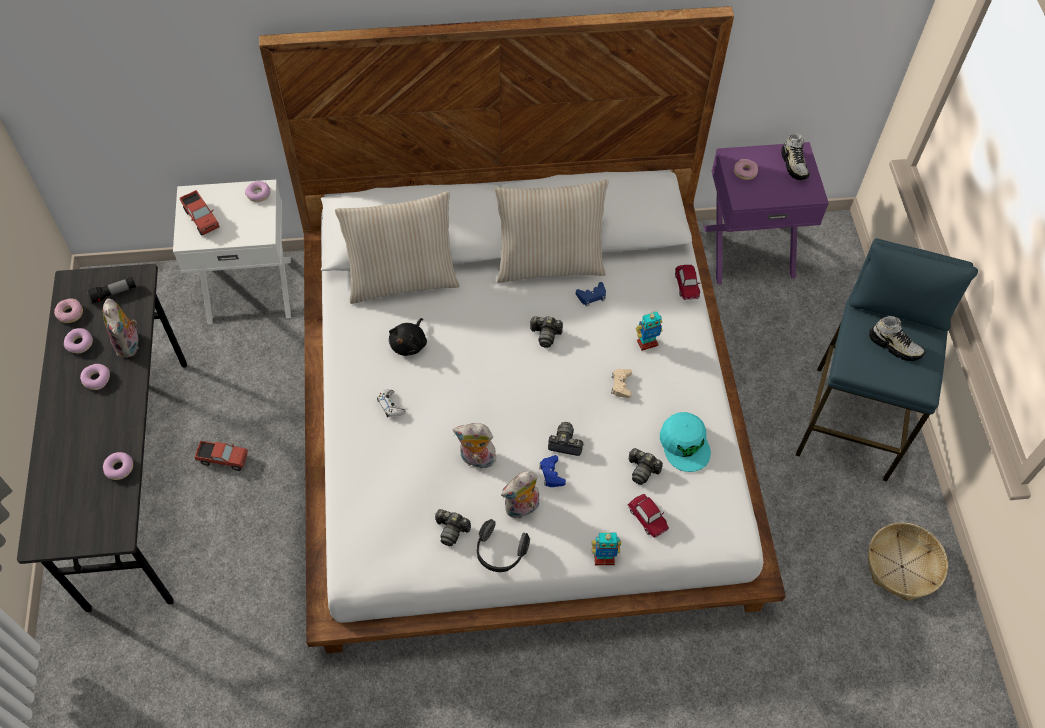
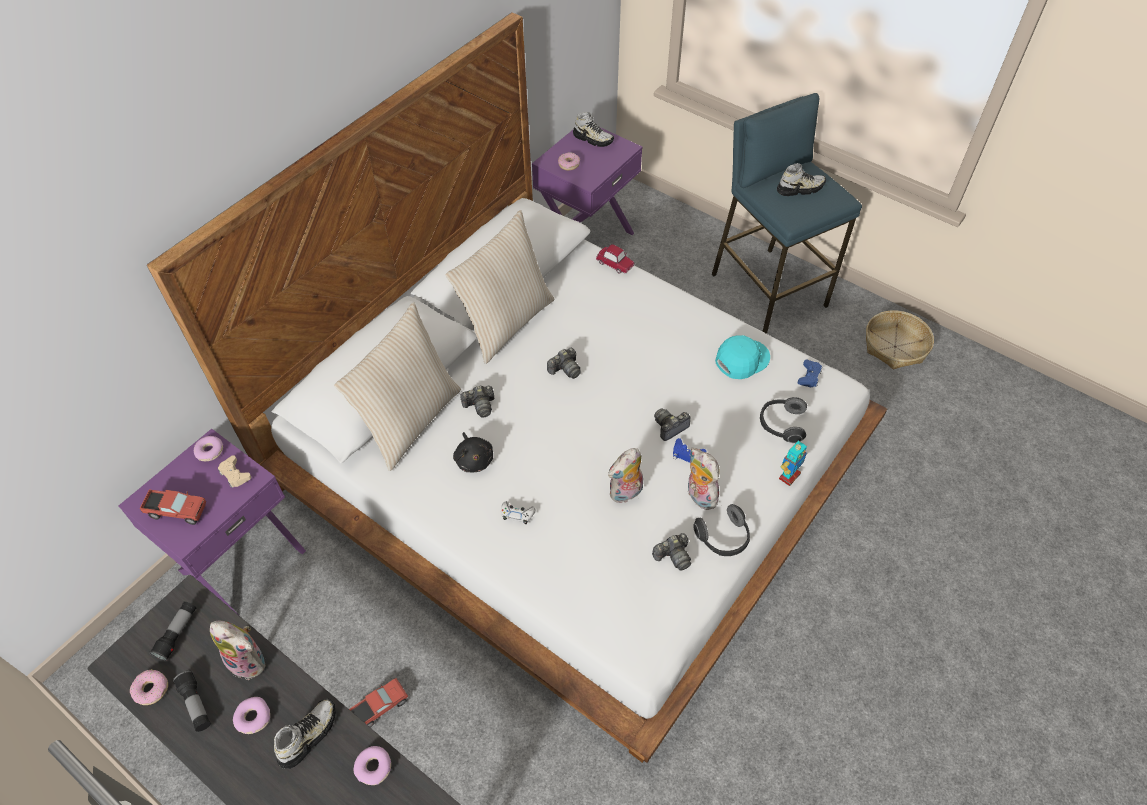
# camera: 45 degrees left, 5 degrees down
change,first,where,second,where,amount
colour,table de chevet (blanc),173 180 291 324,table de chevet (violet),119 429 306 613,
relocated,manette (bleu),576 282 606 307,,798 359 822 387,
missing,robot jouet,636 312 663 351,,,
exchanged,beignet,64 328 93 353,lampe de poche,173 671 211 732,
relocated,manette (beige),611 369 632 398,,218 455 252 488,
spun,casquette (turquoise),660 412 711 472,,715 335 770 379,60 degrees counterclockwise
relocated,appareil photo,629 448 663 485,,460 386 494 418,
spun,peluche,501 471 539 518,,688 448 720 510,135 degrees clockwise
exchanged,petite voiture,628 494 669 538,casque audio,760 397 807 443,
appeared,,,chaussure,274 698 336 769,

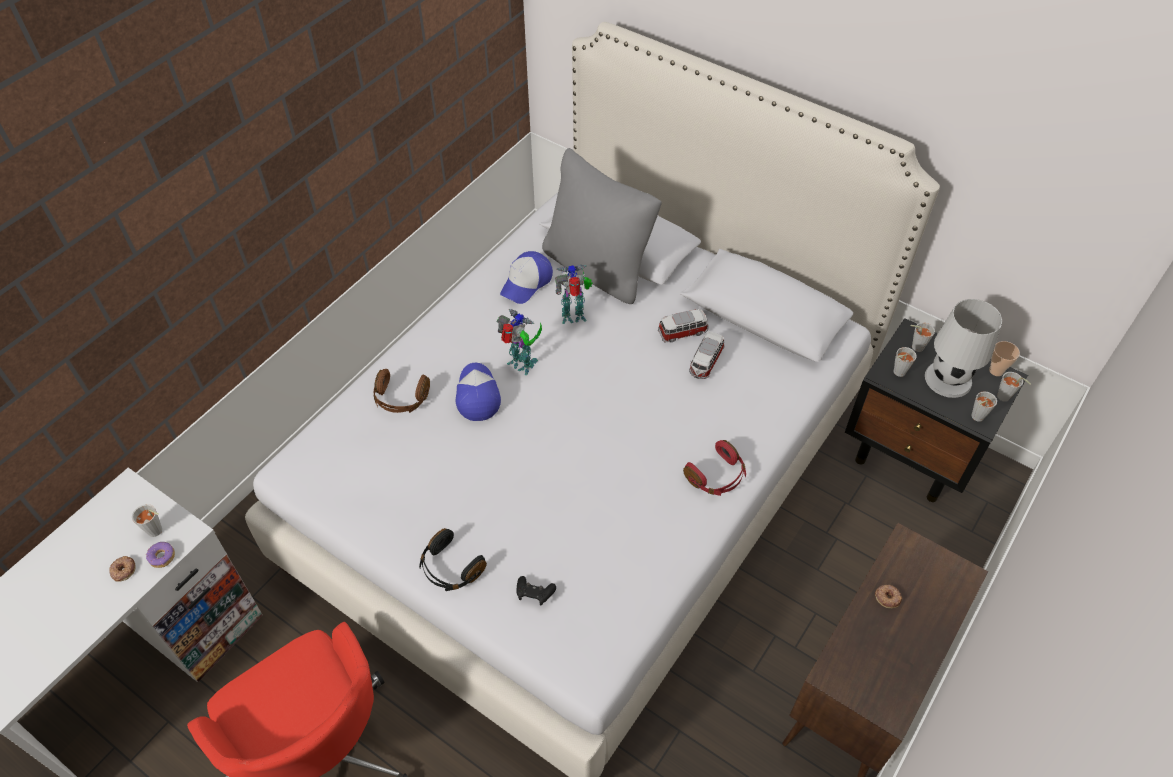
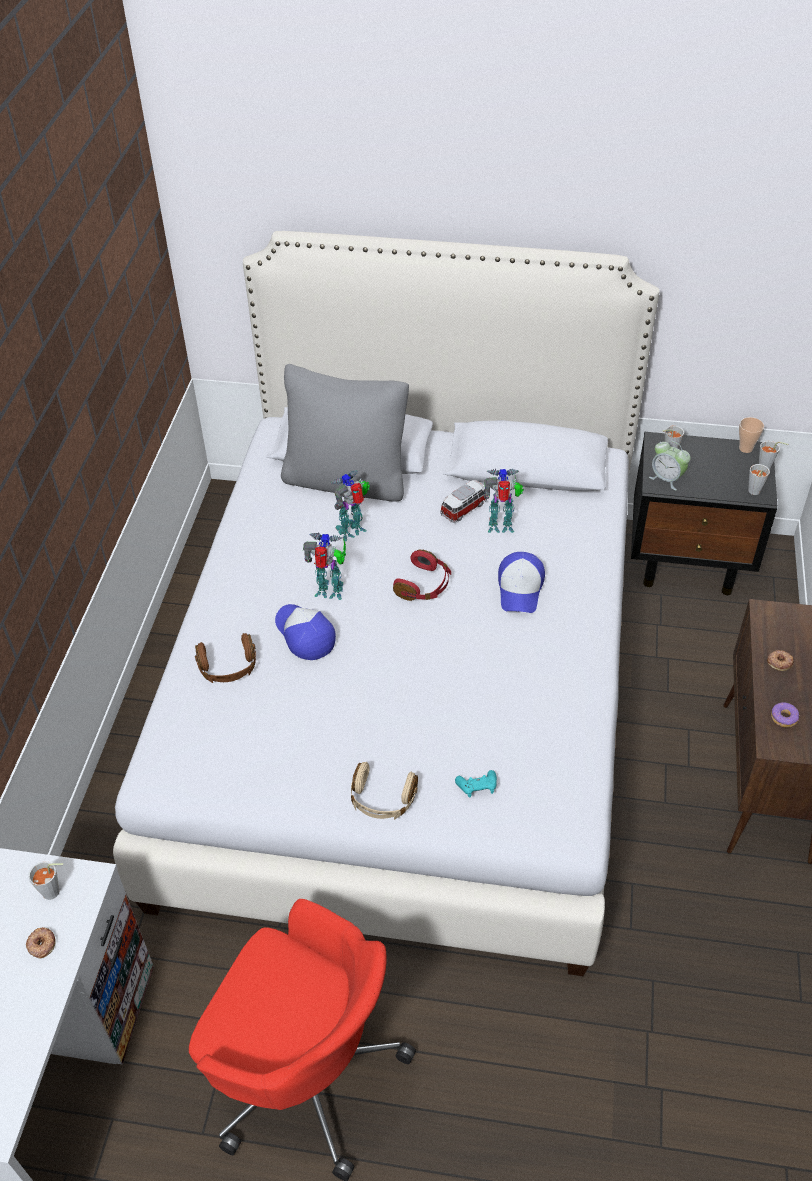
# camera: 25 degrees left, 5 degrees down
change,first,where,second,where,amount
relocated,casquette,500 251 553 304,,498 552 545 613,
missing,lampe de table (blanc),925 299 1002 398,,,
exchanged,petite voiture,689 331 724 379,robot jouet,484 468 524 533,
exchanged,tasse (gris),894 347 917 377,réveil,649 441 691 490,
relocated,casque audio (rouge),683 440 746 496,,393 549 451 601,
colour,casque audio (noir),419 528 487 591,casque audio (beige),351 762 418 820,
relocated,beignet,146 542 175 568,,771 702 799 728,
colour,manette (noir),516 576 556 605,manette (turquoise),455 770 497 798,

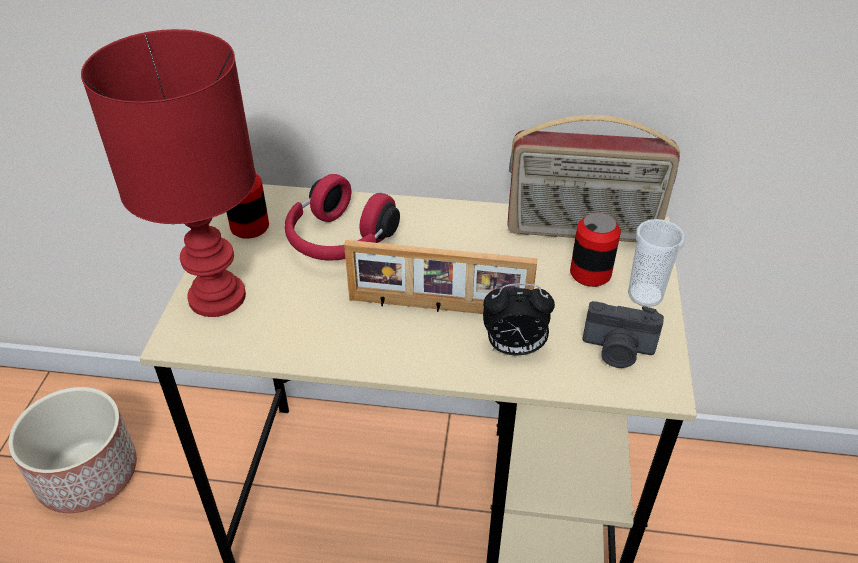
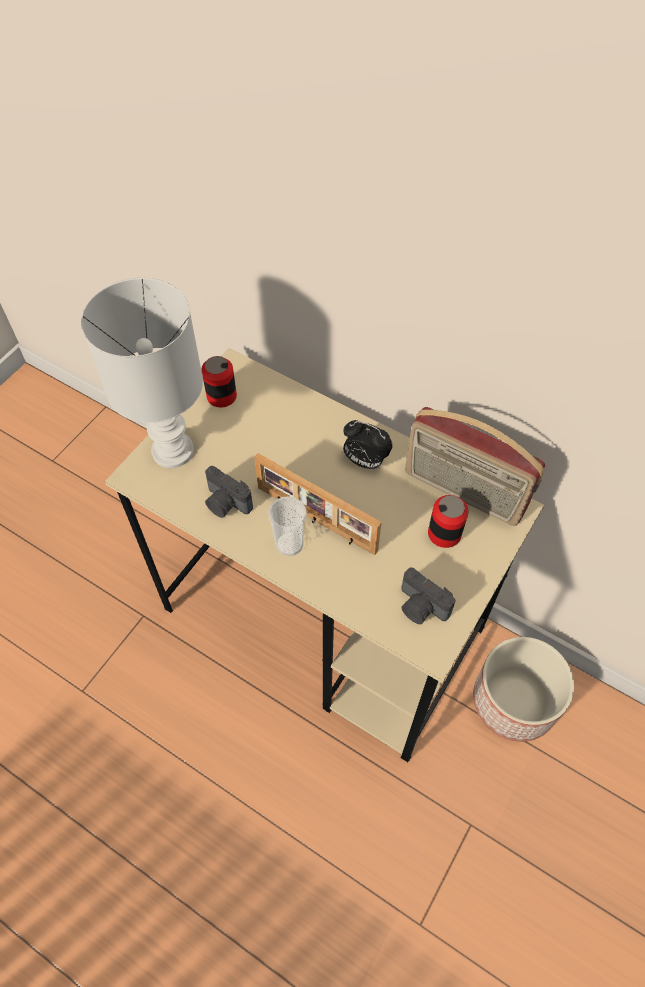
# camera: 25 degrees right, 15 degrees up
change,first,where,second,where,amount
colour,lampe de table (rouge),81 29 256 317,lampe de table (blanc),81 278 203 468,
missing,casque audio (rouge),284 174 400 261,,,
relocated,tasse,628 219 685 307,,268 496 307 556,
relocated,réveil,483 283 555 355,,343 420 393 469,
relocated,cache-pot,8 387 137 513,,473 637 574 742,
appeared,,,appareil photo,205 466 253 518,

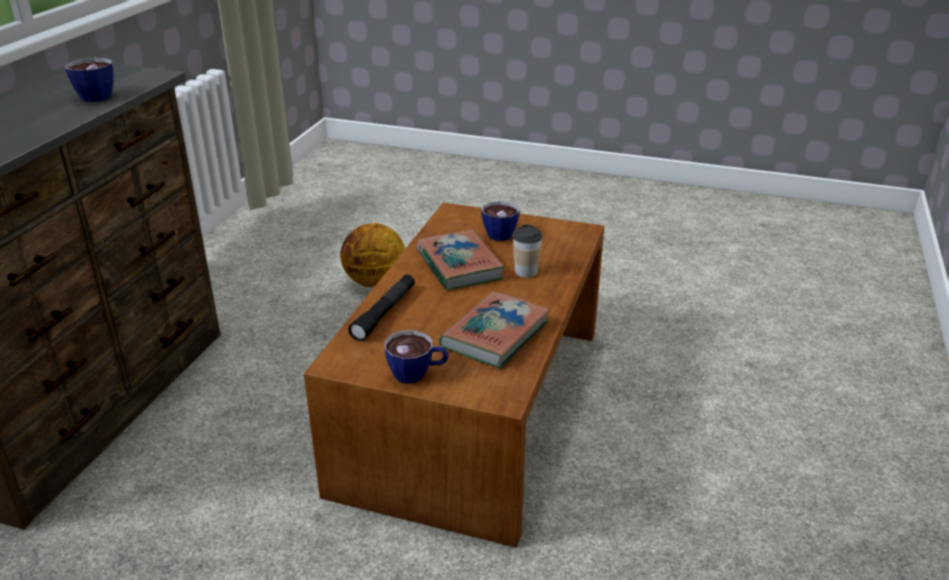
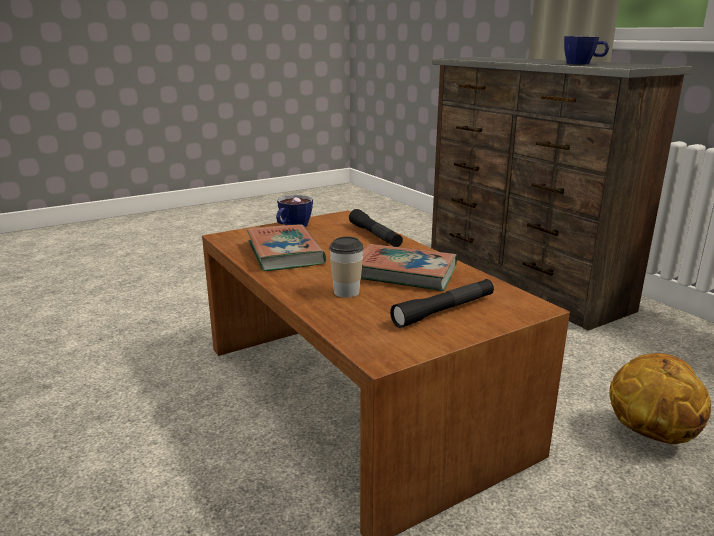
# camera: 130 degrees right, 10 degrees down
change,first,where,second,where,amount
exchanged,tasse,481 201 520 241,lampe de poche (noir),390 279 494 328,

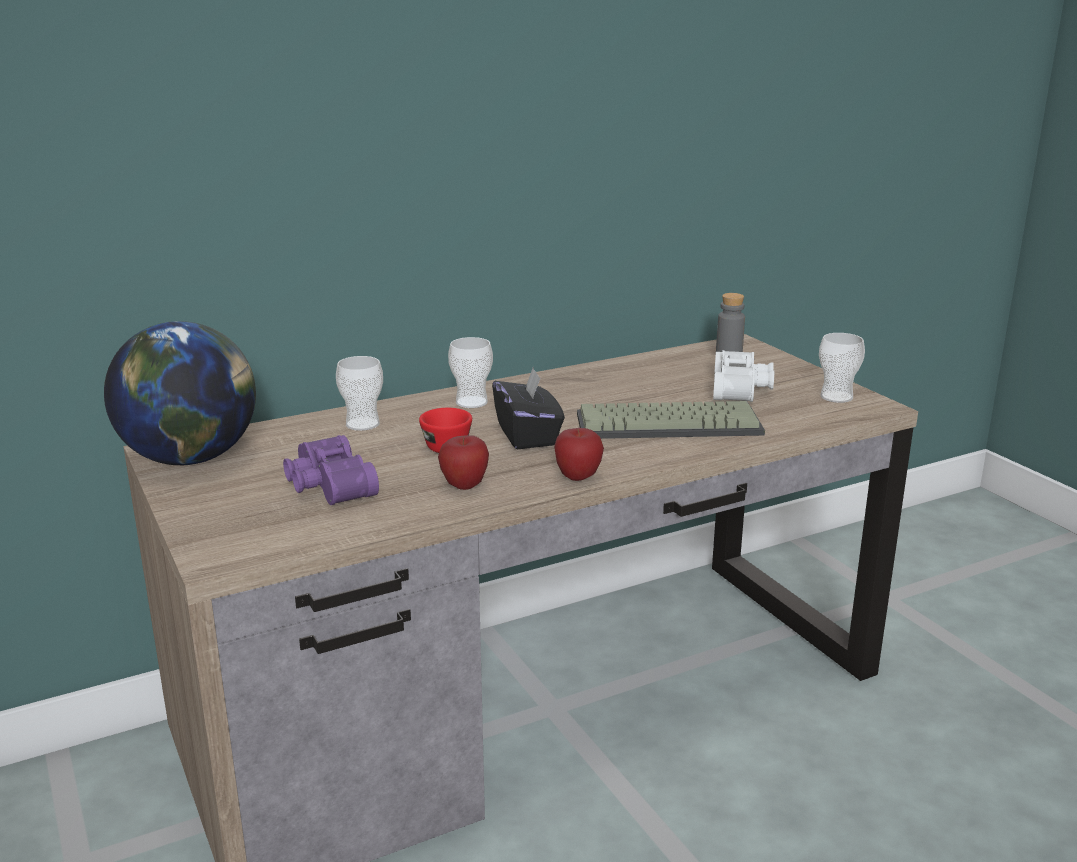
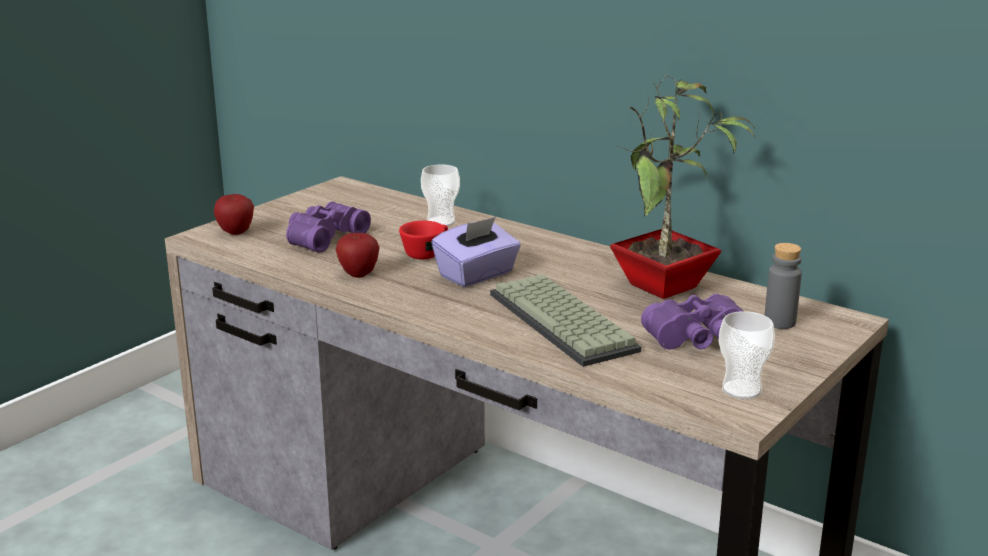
# camera: 65 degrees right, 0 degrees up
change,first,where,second,where,amount
missing,globe,104 321 256 465,,,
missing,tasse,448 337 493 408,,,
colour,jumelles (blanc),713 350 774 402,jumelles (violet),641 294 743 349,
colour,boîte à mouchoirs (noir),492 367 565 449,boîte à mouchoirs (violet),431 217 521 287,
relocated,pomme,554 428 604 481,,214 194 254 235,
appeared,,,plante en pot,610 74 755 299,

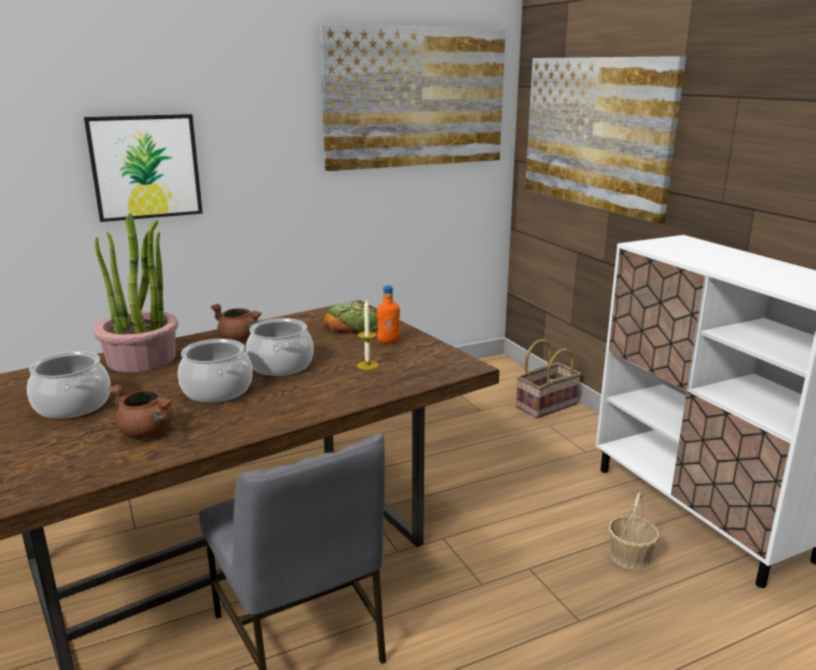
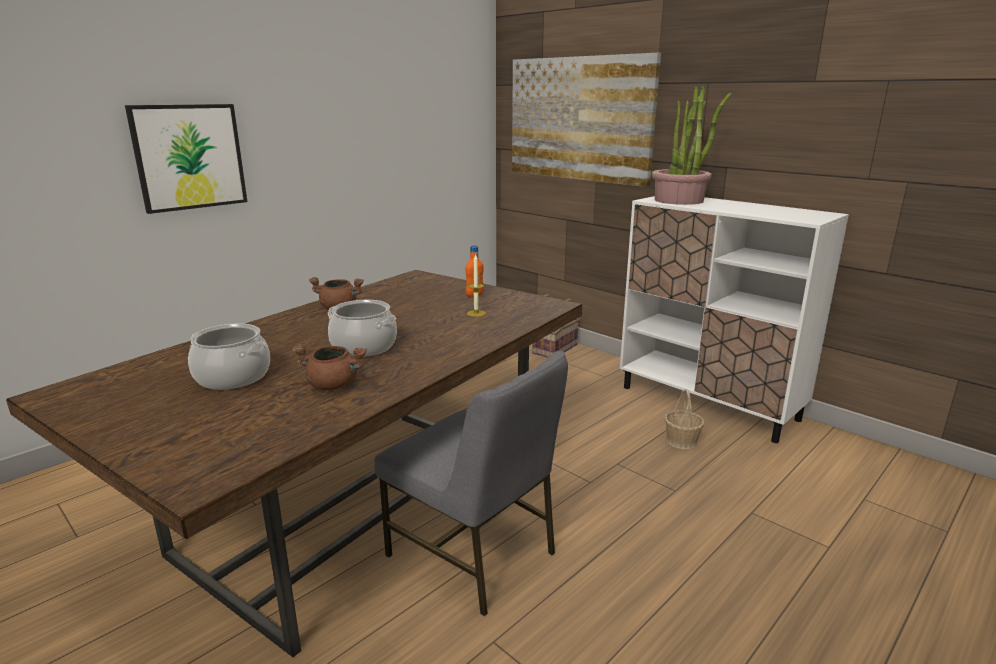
# camera: 20 degrees left, 0 degrees up
change,first,where,second,where,amount
missing,tableau,319 24 506 171,,,
relocated,plante en pot,94 213 178 372,,652 86 732 205,
missing,pain,323 302 378 333,,,
missing,marmite,246 318 314 376,,,

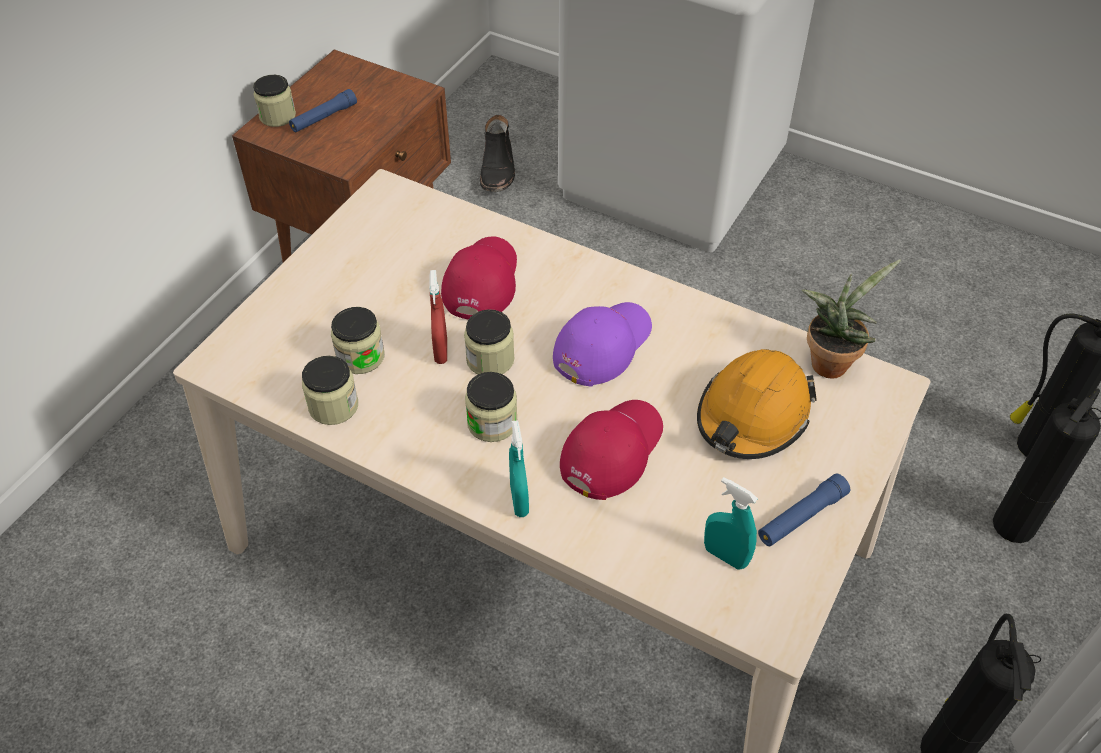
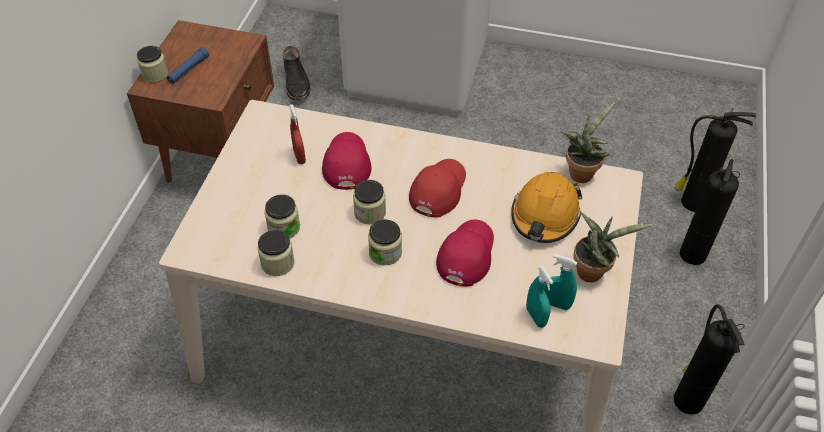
# camera: 15 degrees left, 0 degrees up
change,first,where,second,where,amount
relocated,vaporisateur (rouge),429 270 447 364,,289 104 306 164,
colour,casquette (violet),553 302 652 387,casquette (rouge),409 159 466 217,
relocated,vaporisateur (turquoise),509 420 529 517,,526 265 553 328,
exchanged,lampe de poche (bleu),758 474 850 546,plante en pot,573 213 653 282,

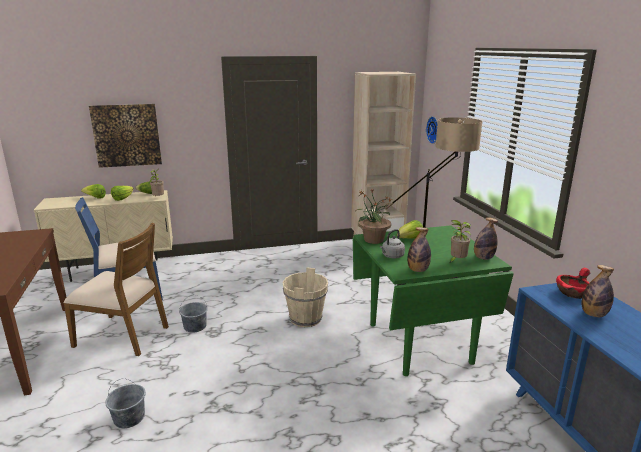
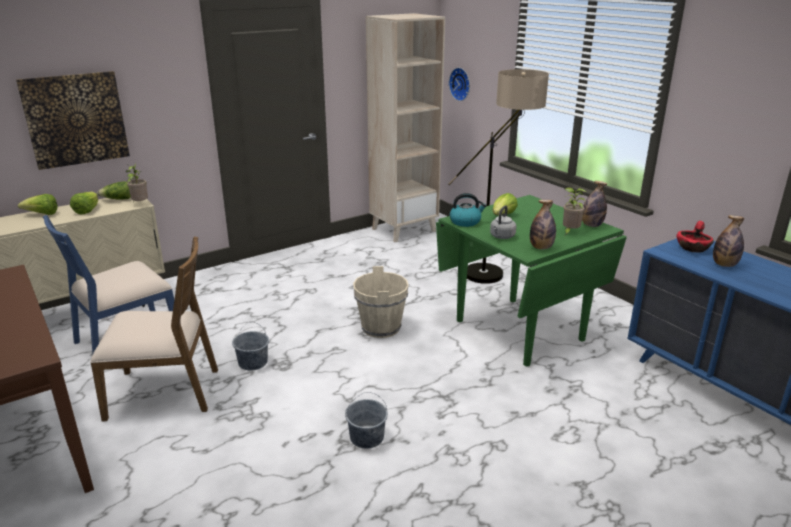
# camera: 20 degrees left, 5 degrees up
change,first,where,second,where,amount
exchanged,plante en pot,357 188 392 244,bouilloire,450 193 487 227,
relocated,seau (gris),105 378 146 428,,345 392 388 449,

